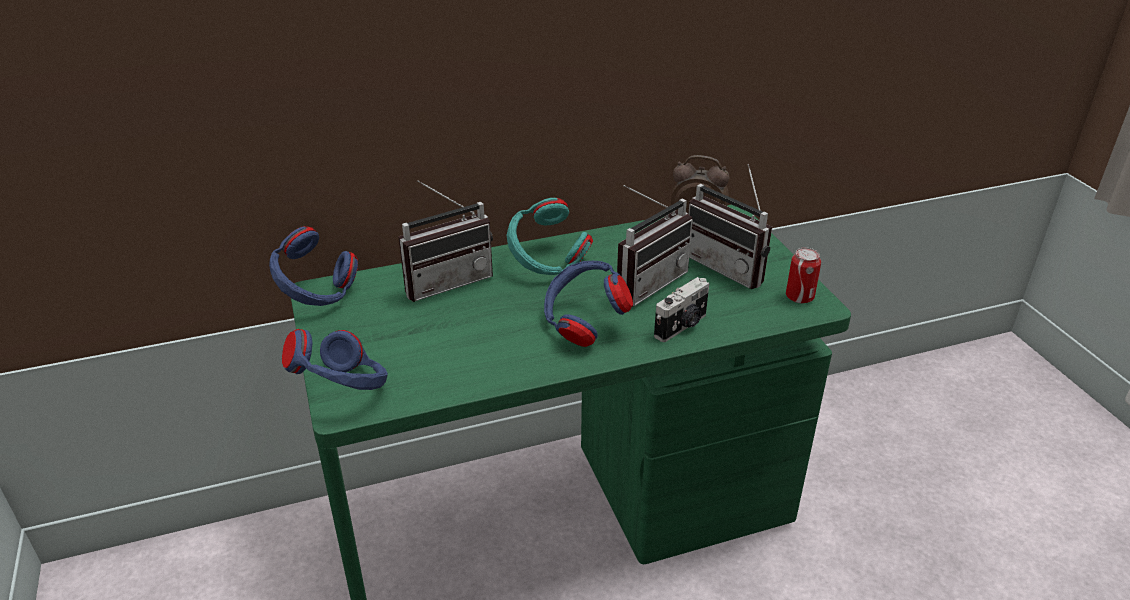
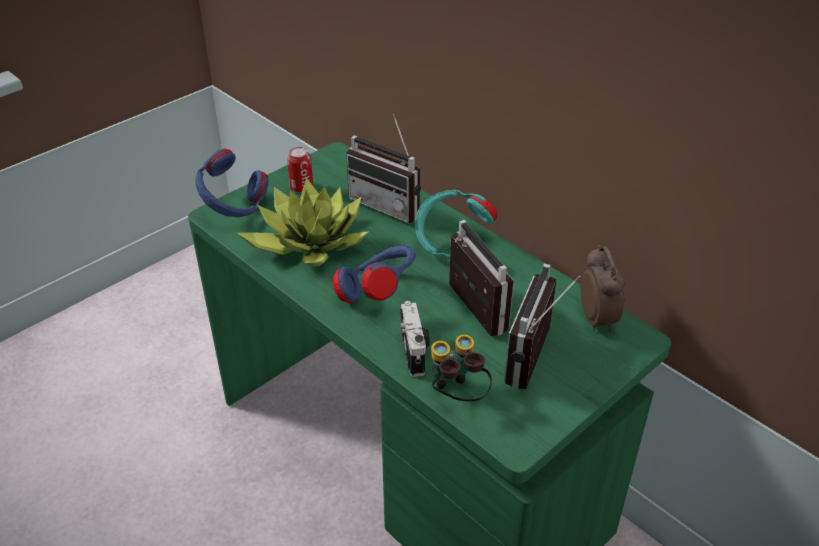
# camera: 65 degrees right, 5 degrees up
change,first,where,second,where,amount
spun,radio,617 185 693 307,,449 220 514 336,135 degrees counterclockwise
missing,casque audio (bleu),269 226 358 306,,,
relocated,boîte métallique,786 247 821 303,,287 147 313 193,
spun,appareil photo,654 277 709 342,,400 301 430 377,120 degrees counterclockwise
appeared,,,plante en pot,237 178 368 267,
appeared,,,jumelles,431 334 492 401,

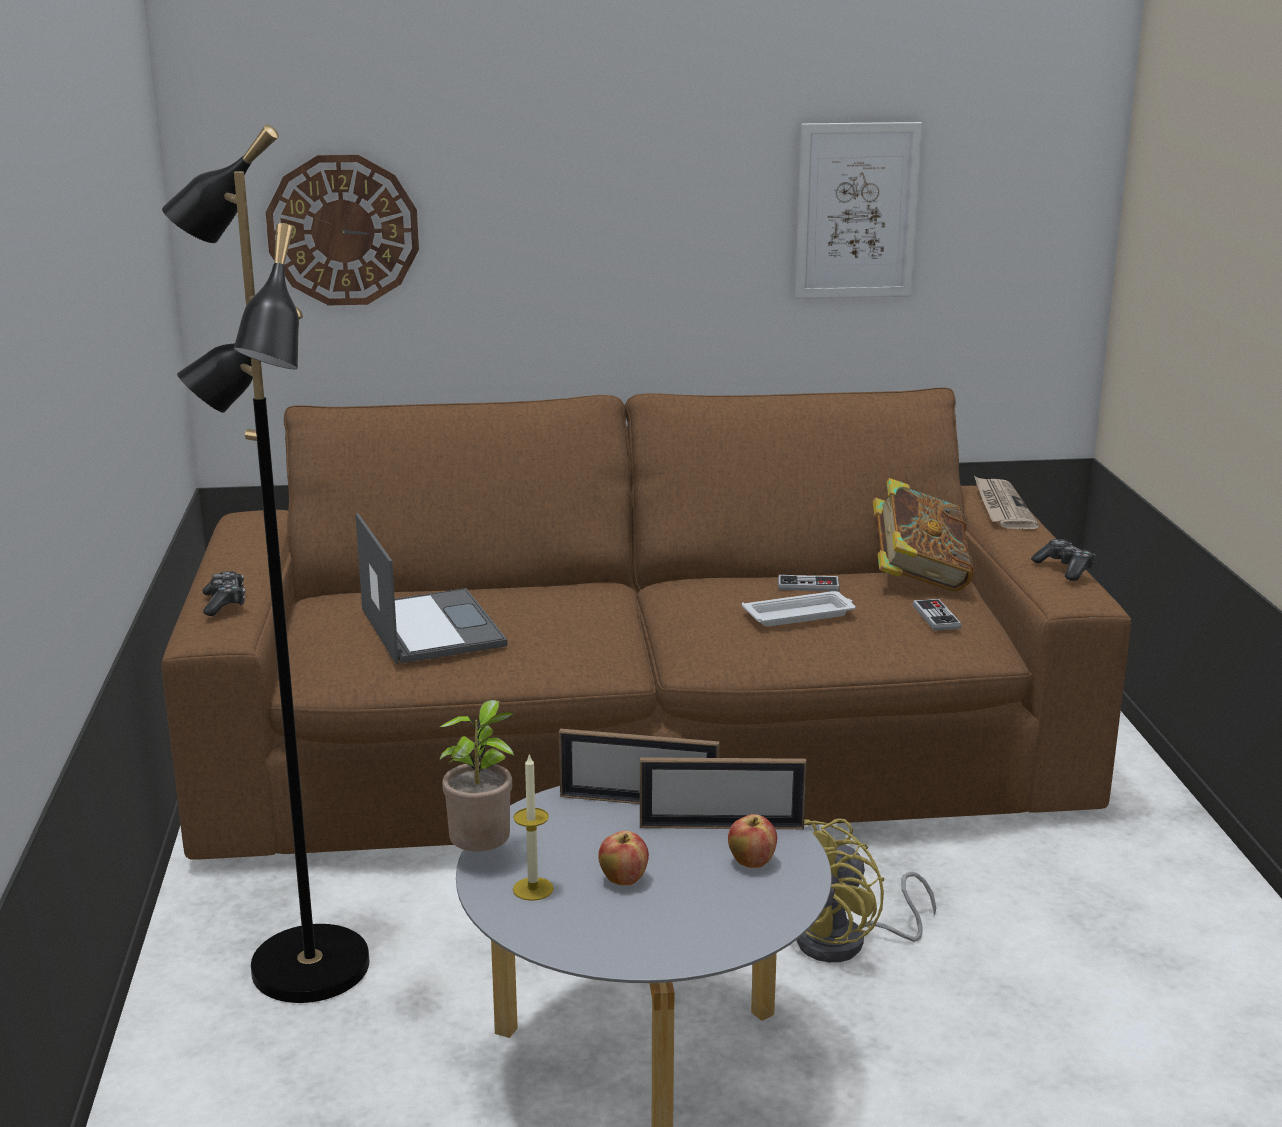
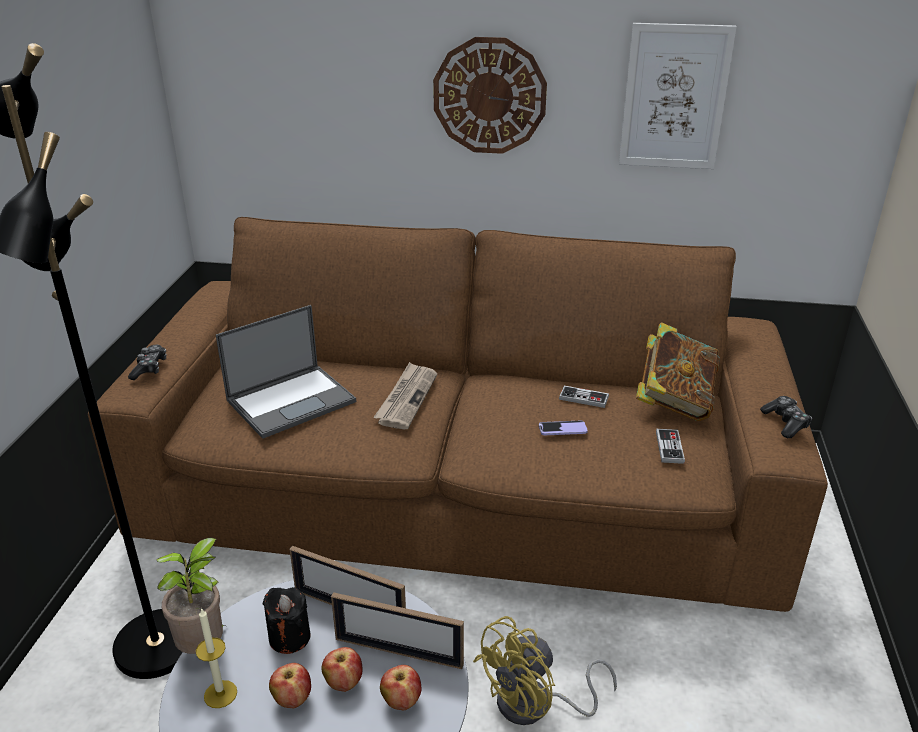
# camera: 15 degrees right, 10 degrees up
change,first,where,second,where,amount
relocated,horloge murale,266 155 419 306,,433 37 547 154,
relocated,journal,974 476 1039 529,,373 362 437 430,
spun,ordinateur portable,356 513 508 664,,216 305 356 439,60 degrees clockwise
exchanged,plateau (blanc),742 591 856 627,téléphone,539 421 588 435,
appeared,,,bougie (noir),263 587 311 654,
appeared,,,pomme,321 647 362 692,

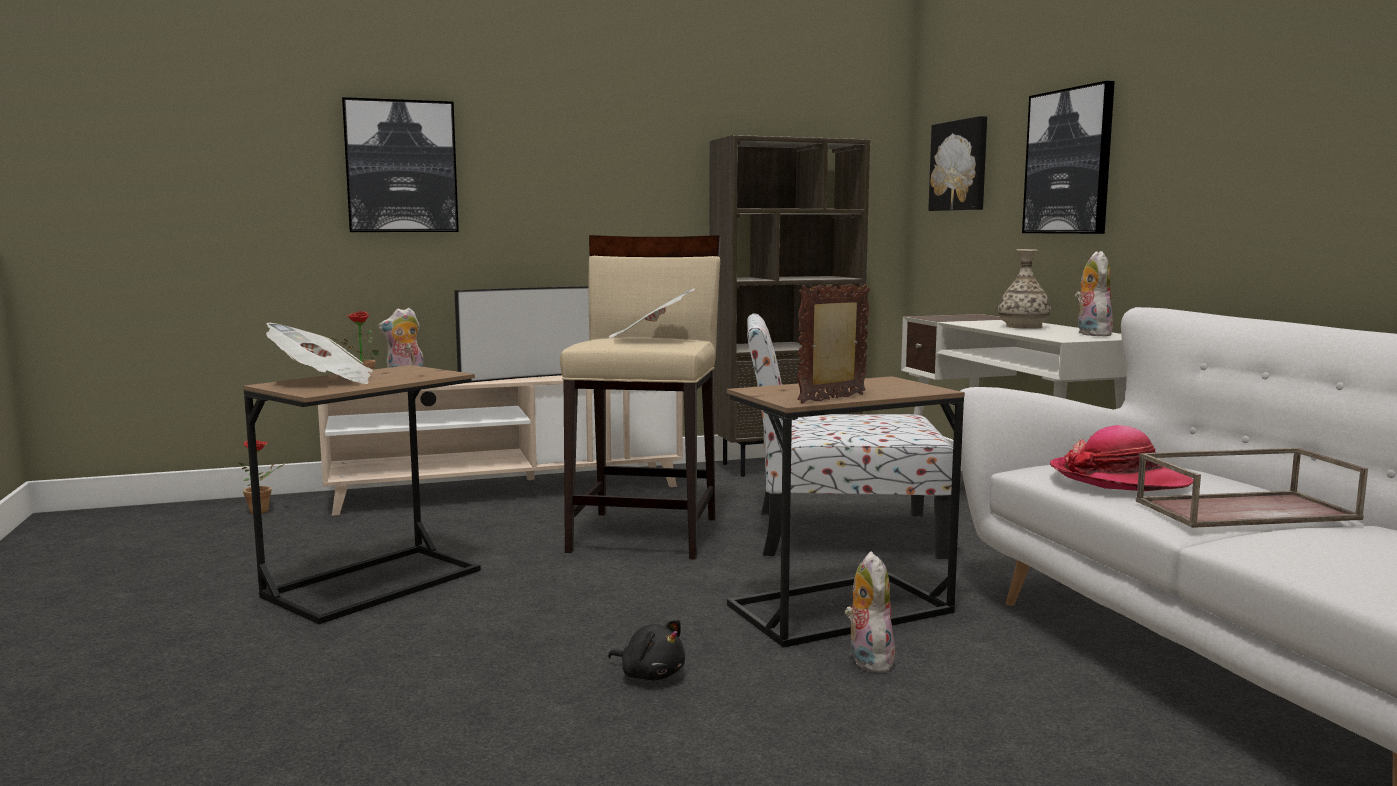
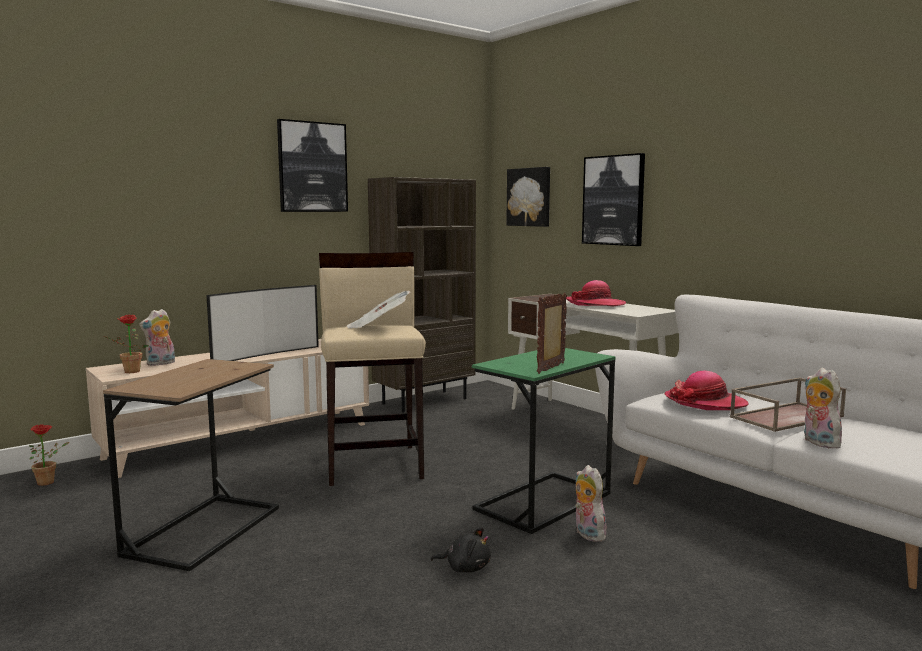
# camera: 20 degrees left, 0 degrees up
change,first,where,second,where,amount
relocated,tableau,342 97 459 232,,277 119 348 212,
exchanged,vase,998 249 1051 329,chapeau,566 280 626 307,
relocated,peluche,1075 251 1113 336,,804 368 842 449,
missing,chaise,747 313 953 559,,,
missing,journal,266 323 373 384,,,
colour,table d'appoint (marron),727 376 965 648,table d'appoint (vert),472 348 616 534,

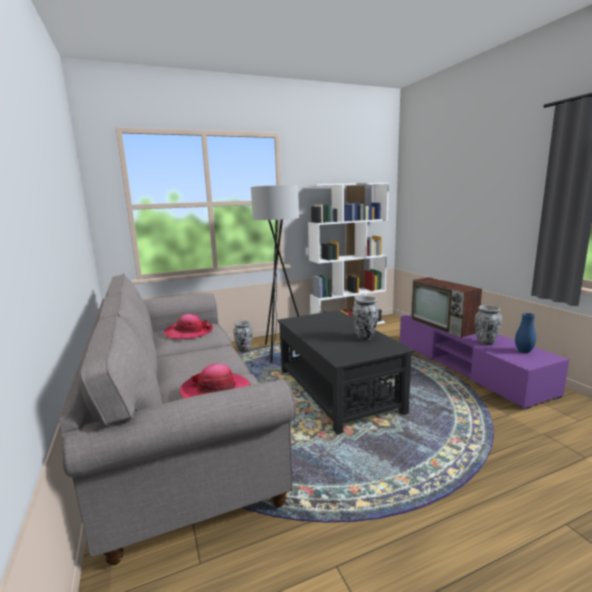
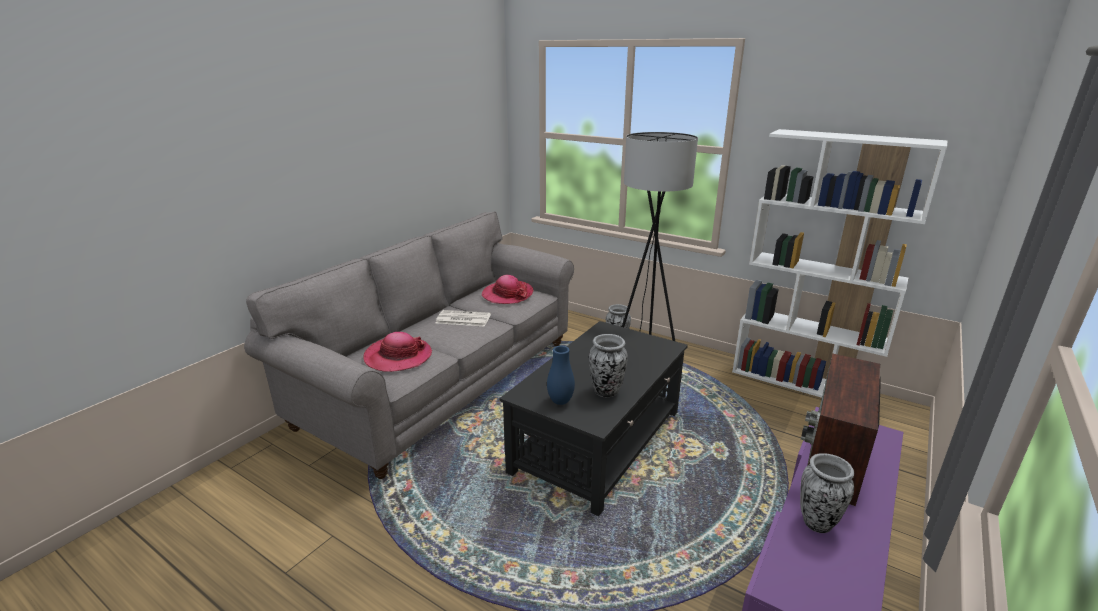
# camera: 55 degrees right, 10 degrees up
change,first,where,second,where,amount
relocated,vase (bleu),515 313 536 353,,547 346 575 405,
appeared,,,journal,436 310 491 327,

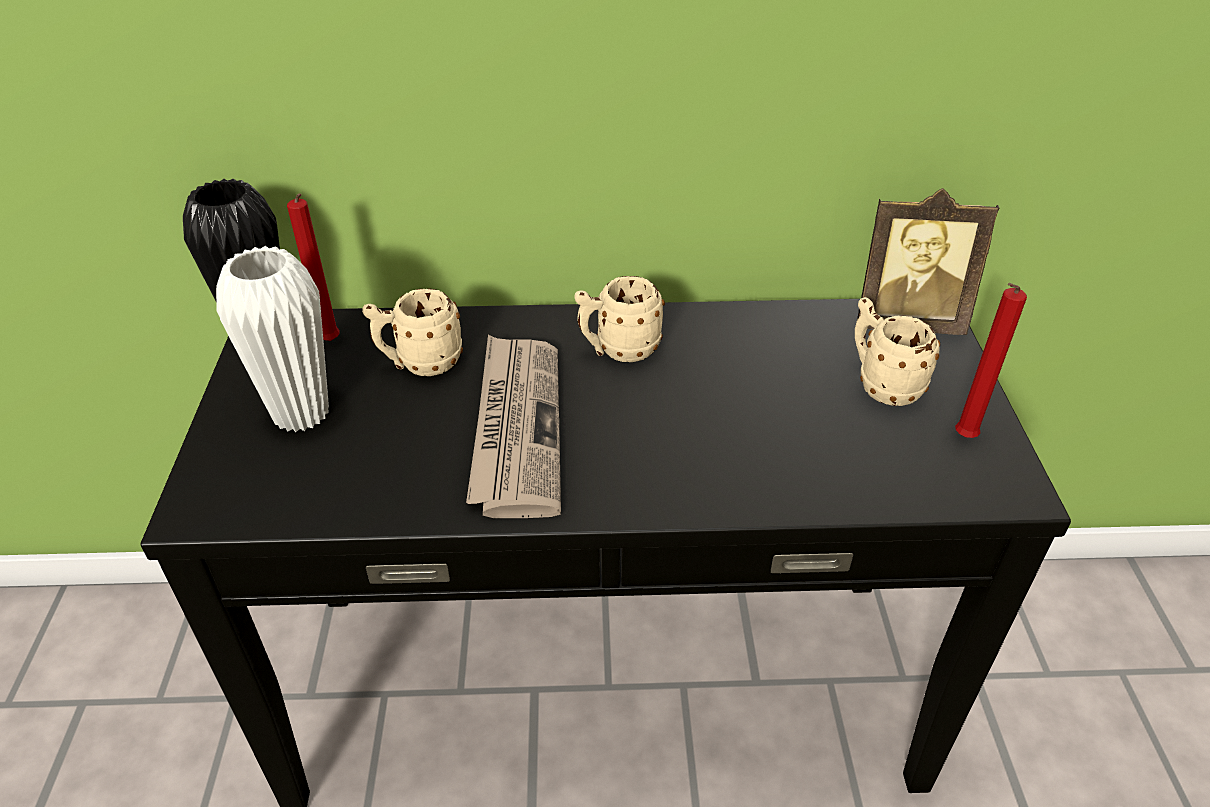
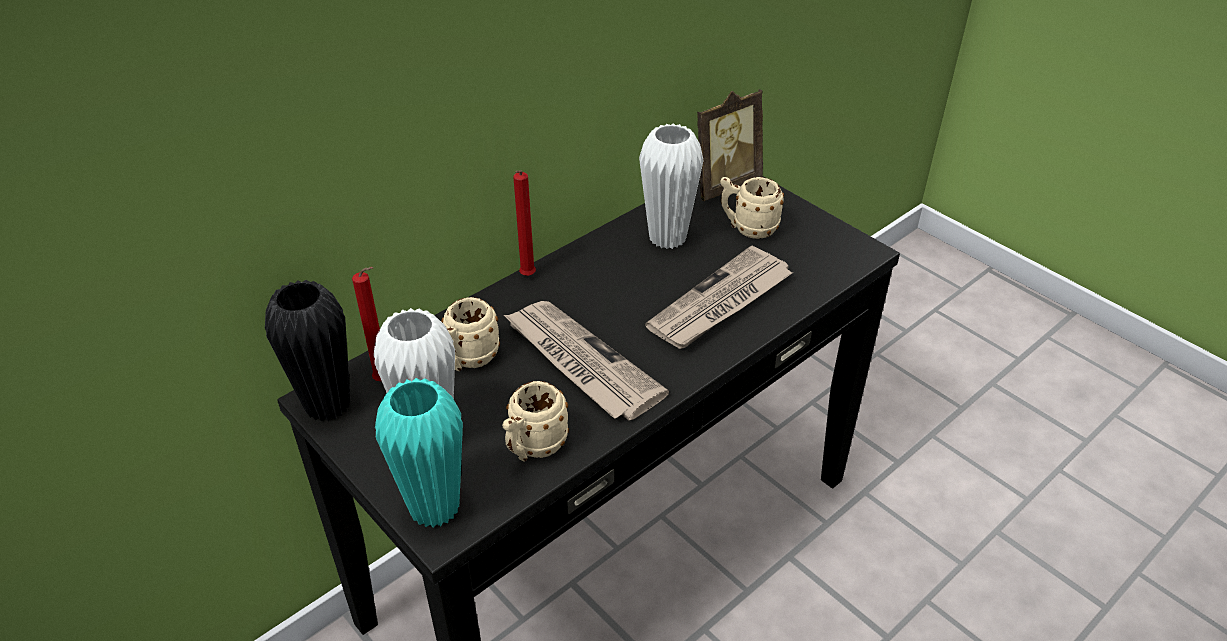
# camera: 40 degrees left, 0 degrees up
change,first,where,second,where,amount
relocated,mug (beige),574 276 665 362,,502 381 569 462,
relocated,bougie (rouge),955 283 1027 438,,513 170 536 276,
appeared,,,vase (blanc),639 124 703 249,
appeared,,,journal,645 246 793 349,
appeared,,,vase (turquoise),375 378 463 528,

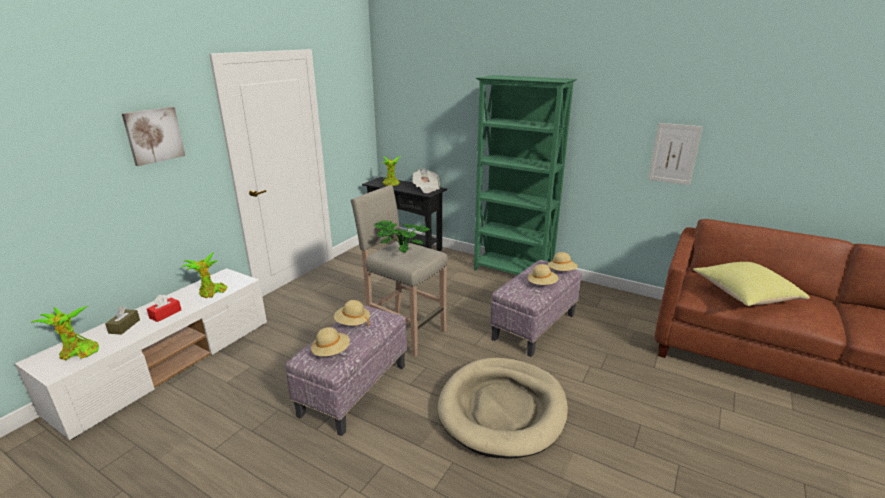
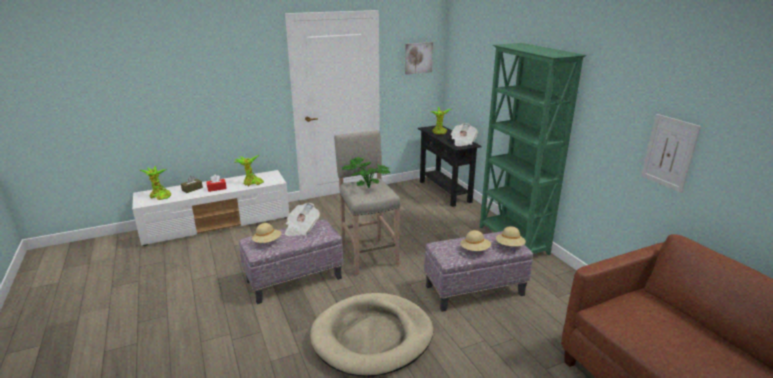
# camera: 35 degrees right, 0 degrees up
change,first,where,second,where,amount
relocated,tableau,122 107 185 166,,405 42 433 74,
missing,coussin (jaune),693 262 810 306,,,
exchanged,chapeau (beige),334 300 370 326,journal,285 203 320 236,

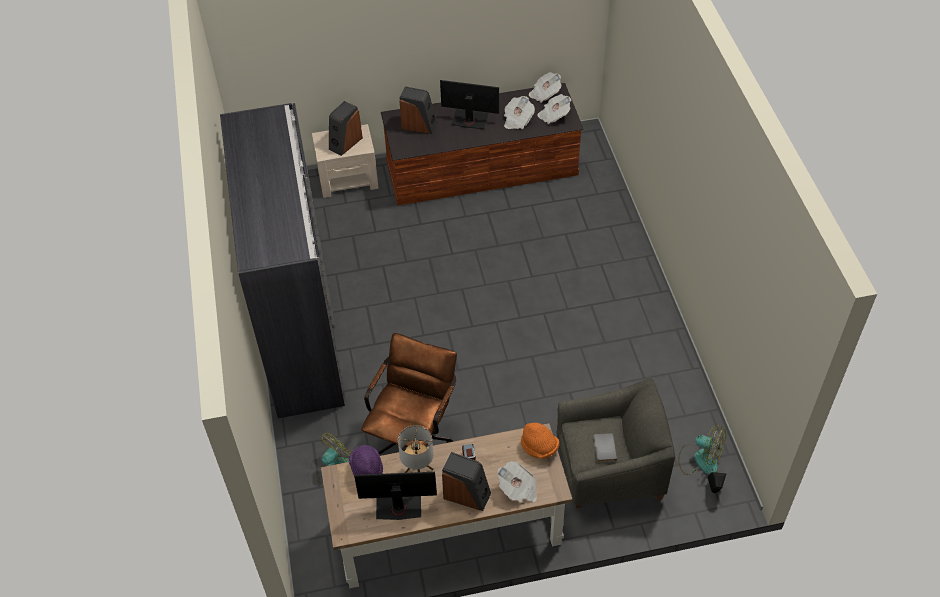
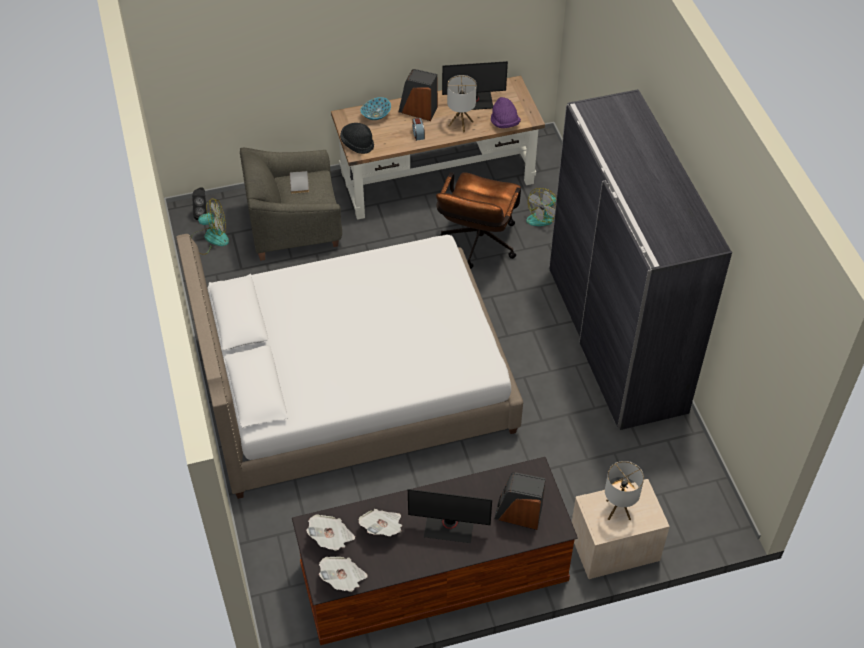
# camera: 175 degrees right, 0 degrees up
change,first,where,second,where,amount
exchanged,enceinte,329 101 363 156,lampe de table,605 461 644 520,
colour,chapeau (orange),521 423 559 459,chapeau (noir),340 123 374 154,
spun,ventilateur,678 425 726 475,,191 199 229 255,150 degrees clockwise
exchanged,journal,497 461 537 502,bol,360 97 391 120,
appeared,,,lit (blanc),176 234 523 499,

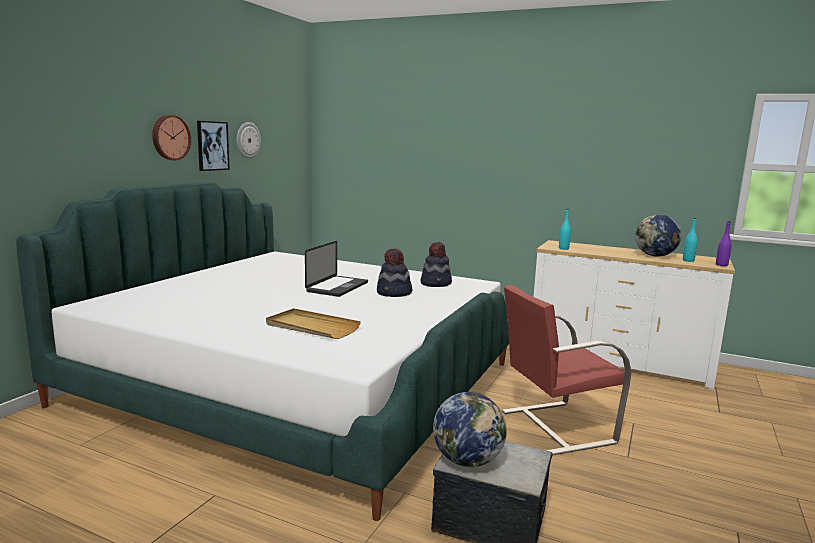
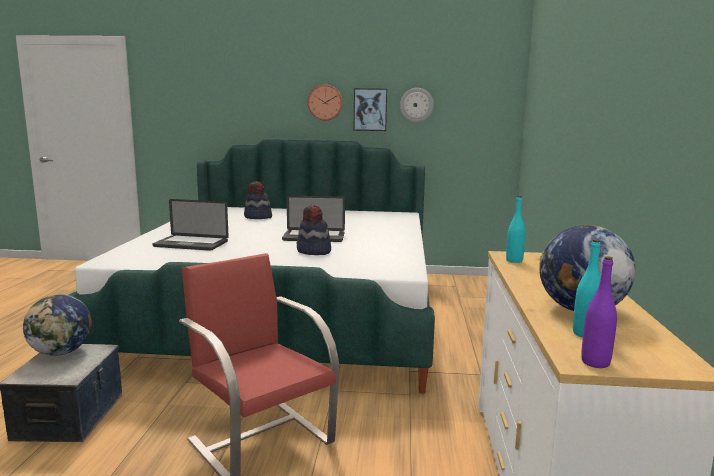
# camera: 70 degrees right, 0 degrees up
change,first,where,second,where,amount
relocated,chapeau,421 242 452 287,,244 181 272 219,
exchanged,plateau (beige),266 308 361 339,ordinateur portable,152 199 229 251,

